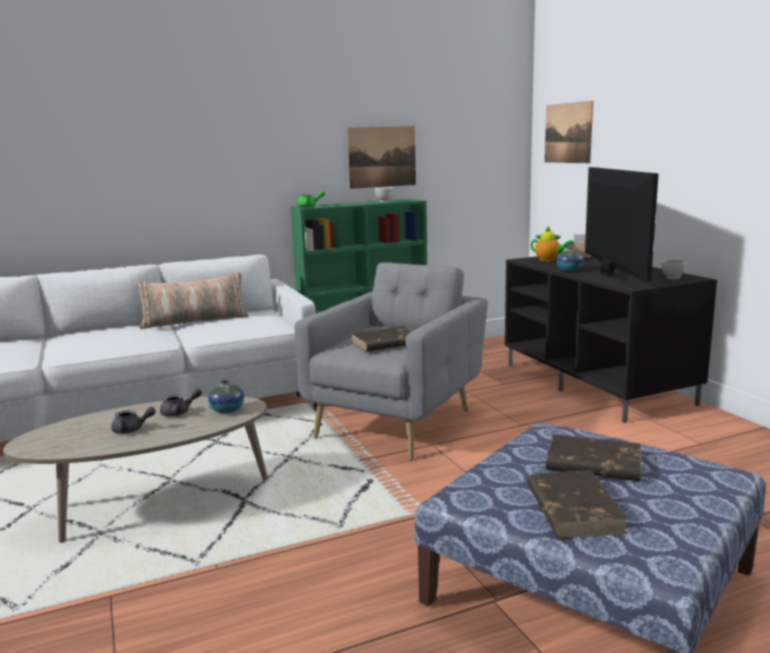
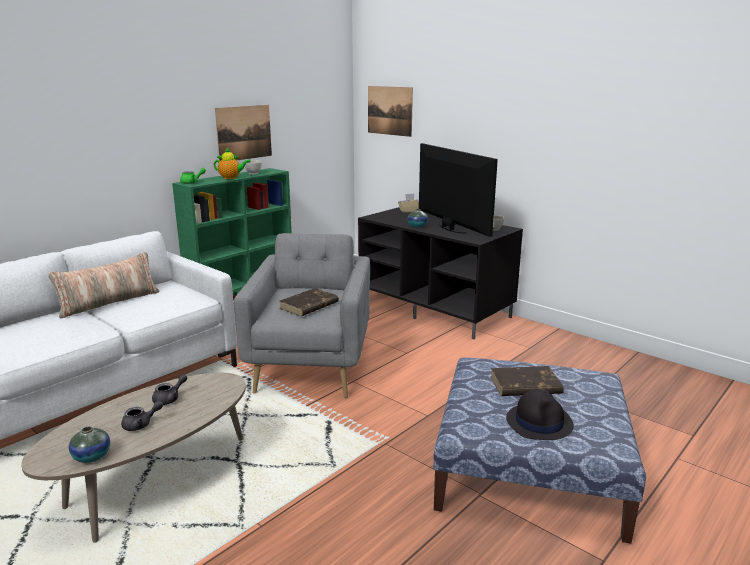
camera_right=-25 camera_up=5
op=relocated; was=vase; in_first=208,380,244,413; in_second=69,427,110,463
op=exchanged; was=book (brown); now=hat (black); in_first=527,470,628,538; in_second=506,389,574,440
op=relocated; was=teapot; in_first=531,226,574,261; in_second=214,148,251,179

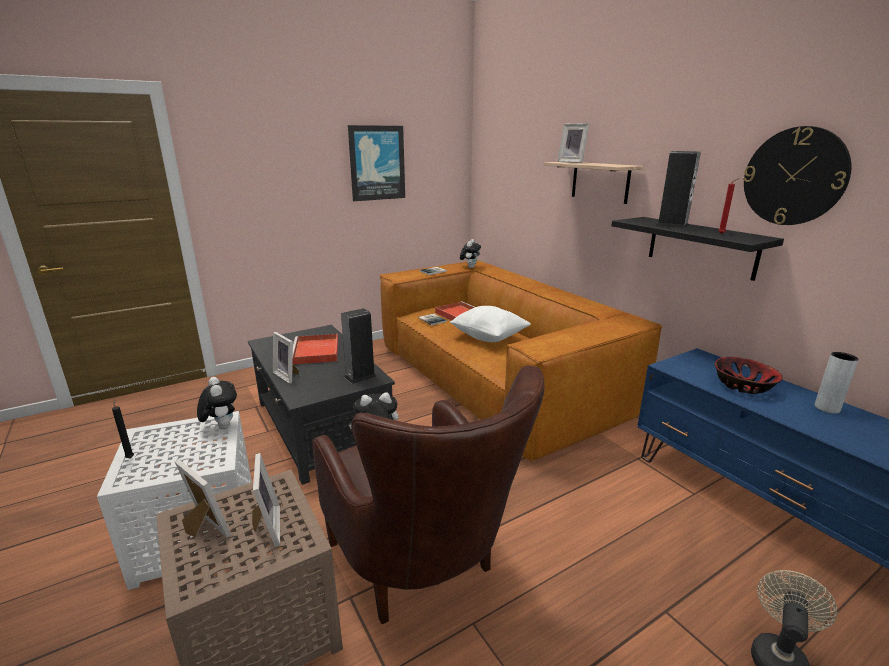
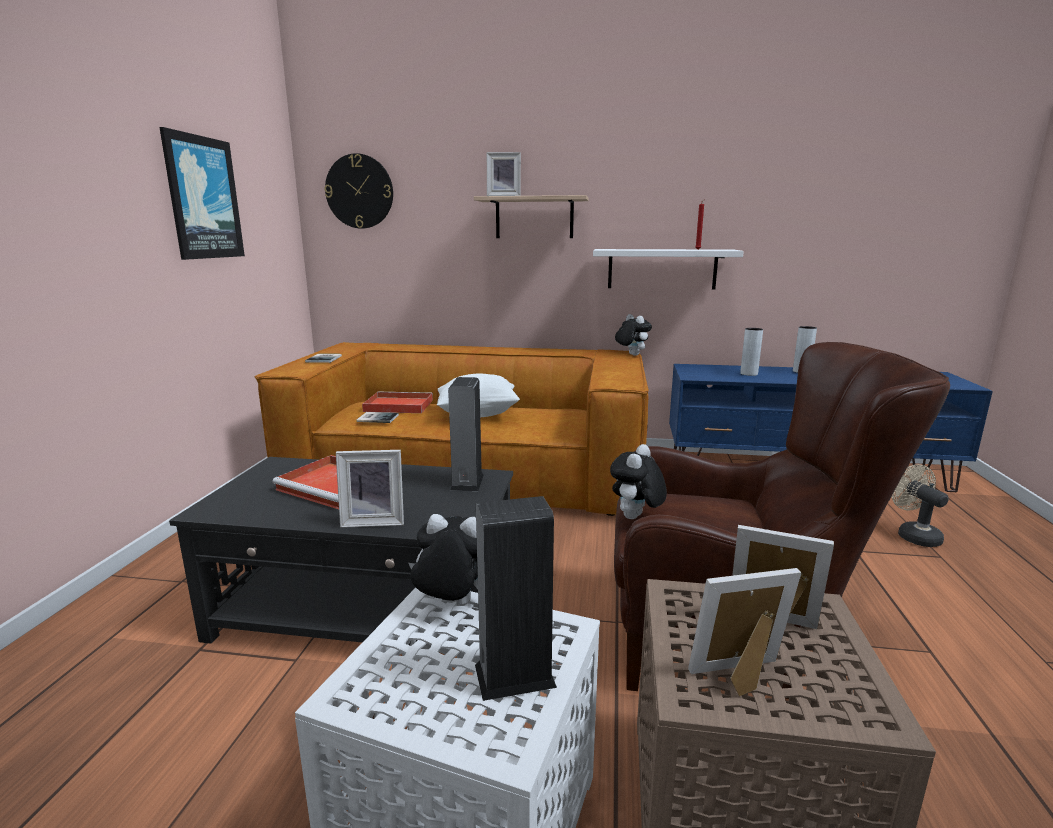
camera_right=-50 camera_up=-5
op=missing; was=candle (black); in_first=112,399,134,458
op=relocated; was=plush toy; in_first=460,239,481,268; in_second=615,314,652,356
op=colour; was=shelf (black); now=shelf (white); in_first=612,217,784,281; in_second=593,249,744,290
op=relocated; was=speaker; in_first=656,151,701,228; in_second=475,496,557,701
op=exchanged; was=bowl; now=vase (grey); in_first=715,357,783,394; in_second=740,328,763,376
op=relocated; was=wall clock; in_first=743,126,852,225; in_second=324,153,393,229

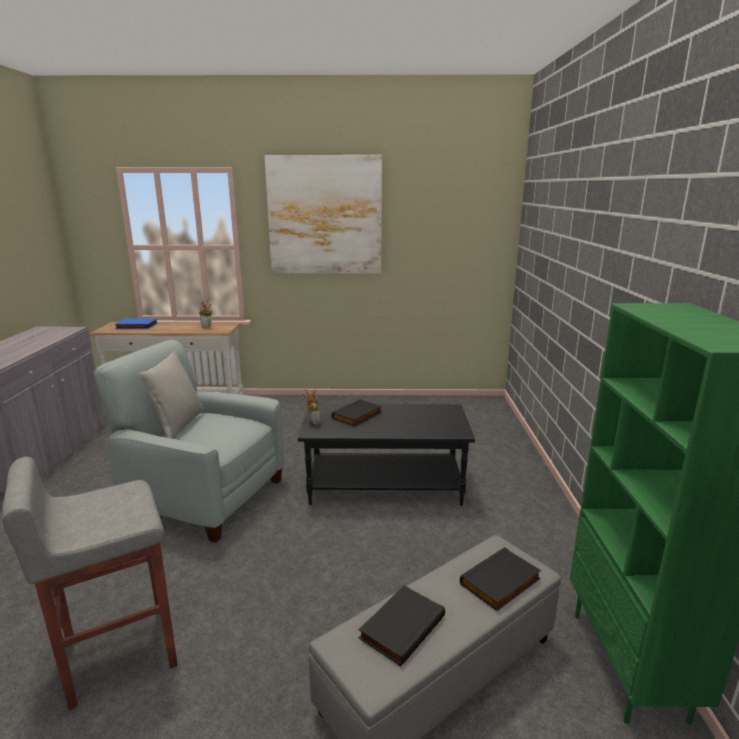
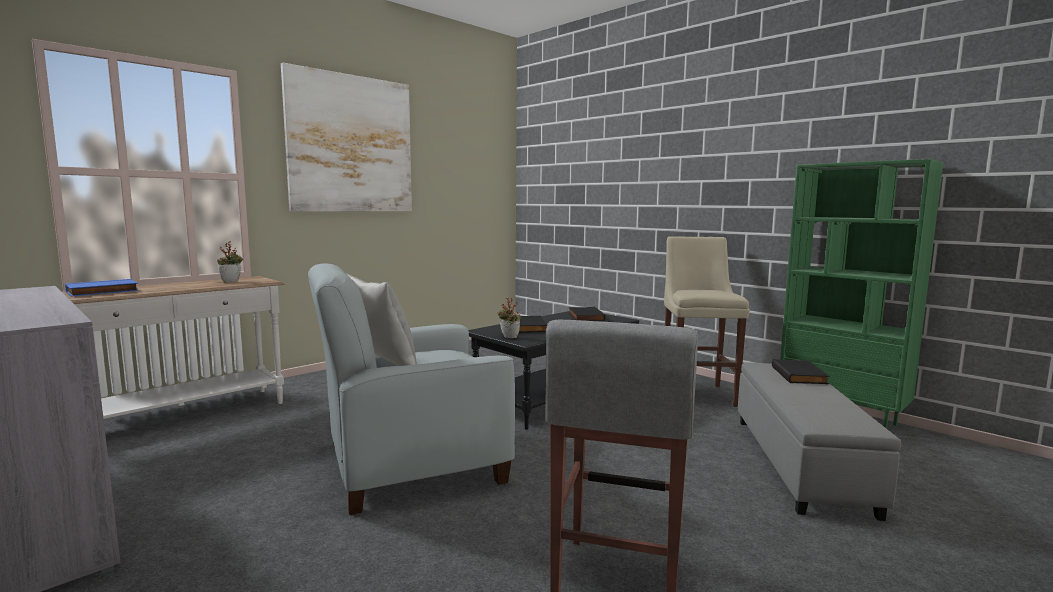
camera_right=-45 camera_up=-10
op=relocated; was=book (black); in_first=359,585,445,667; in_second=569,307,605,321
op=appeared; now=stool (beige); in_second=664,236,750,407

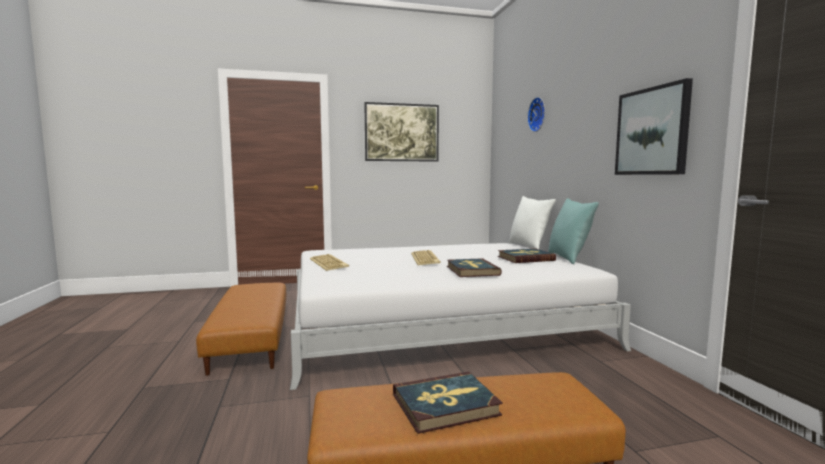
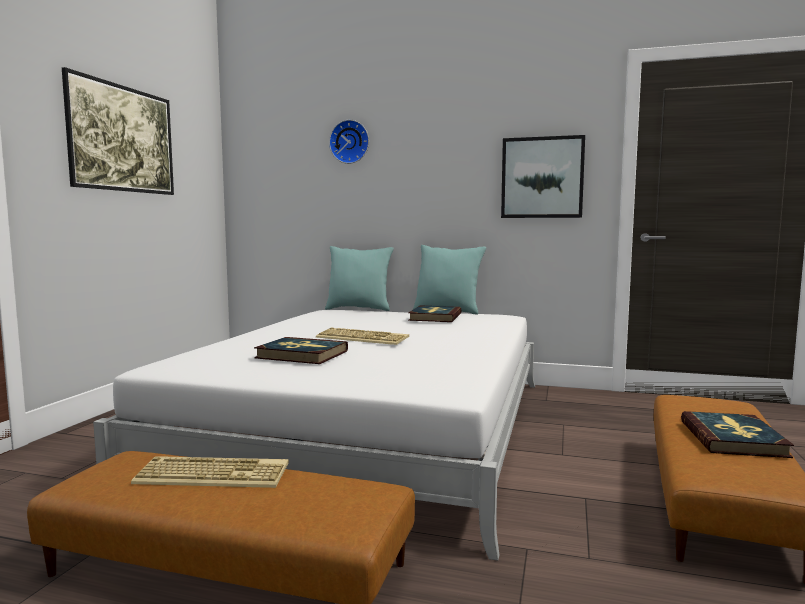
camera_right=-60 camera_up=0
op=relocated; was=keyboard; in_first=310,254,349,271; in_second=131,456,289,488
op=relocated; was=book; in_first=447,258,502,277; in_second=254,337,348,364
op=colour; was=pillow (white); now=pillow (turquoise); in_first=509,196,556,249; in_second=325,246,394,311

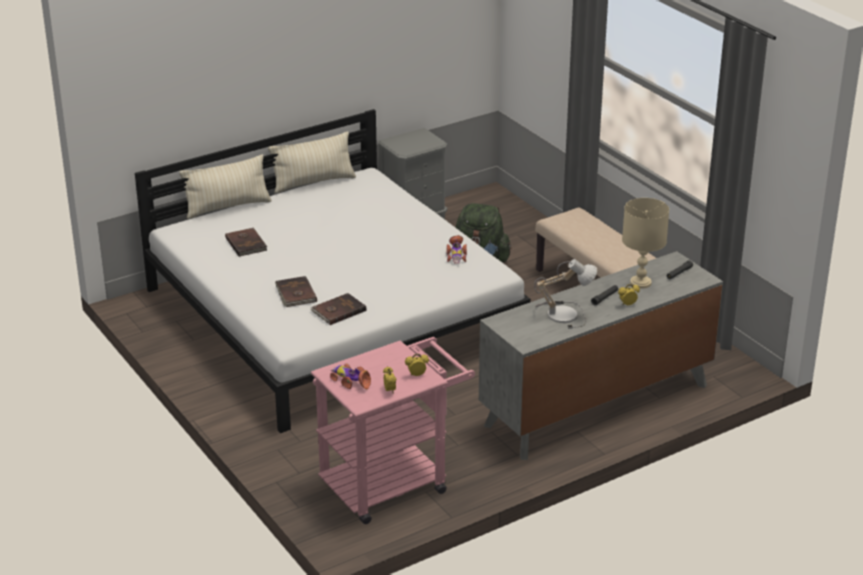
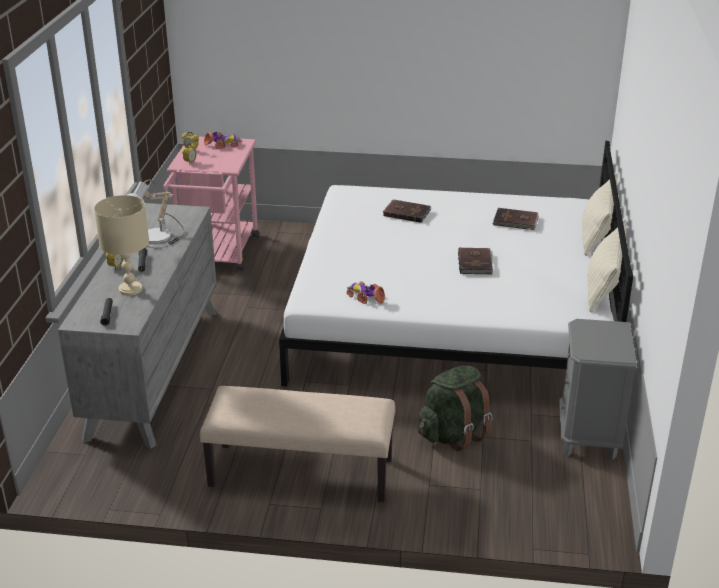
camera_right=130 camera_up=0
op=relocated; was=book (brown); in_first=311,293,366,325; in_second=458,247,493,274

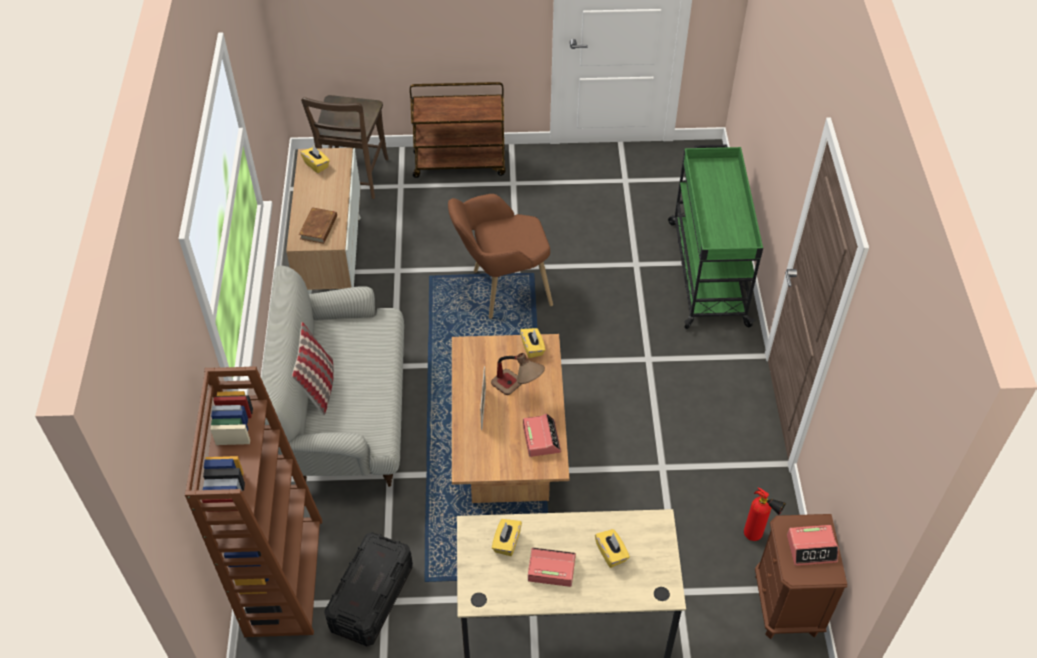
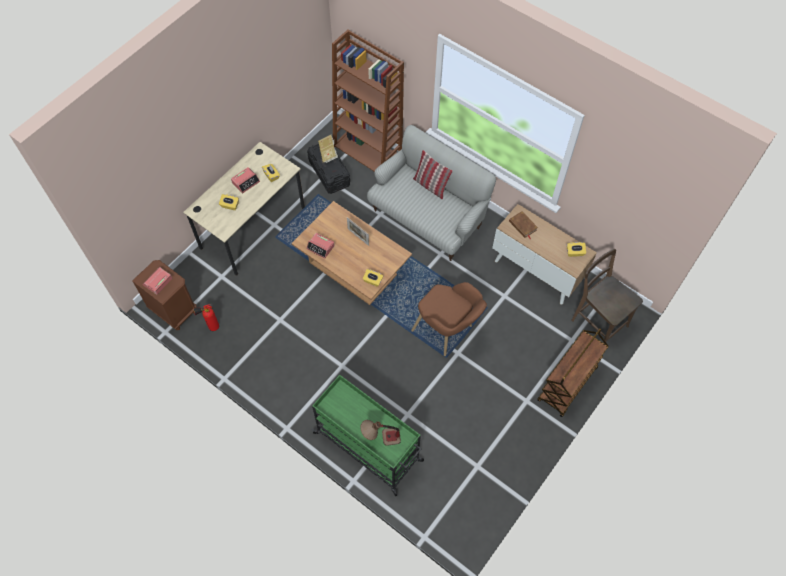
camera_right=130 camera_up=10
op=spun; was=armchair (brown); in_first=448,194,553,319; in_second=411,282,487,356; clockwise=105
op=relocated; was=table lamp; in_first=491,353,545,395; in_second=360,420,401,446
op=appeared; now=book; in_second=318,135,338,163

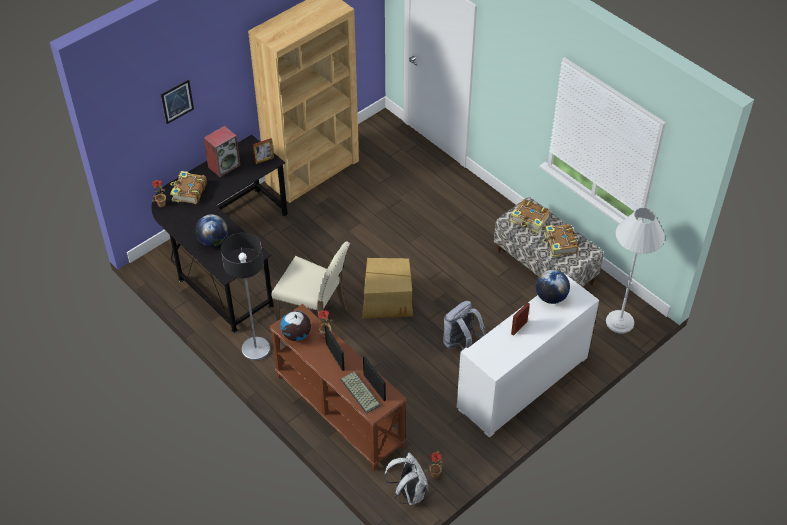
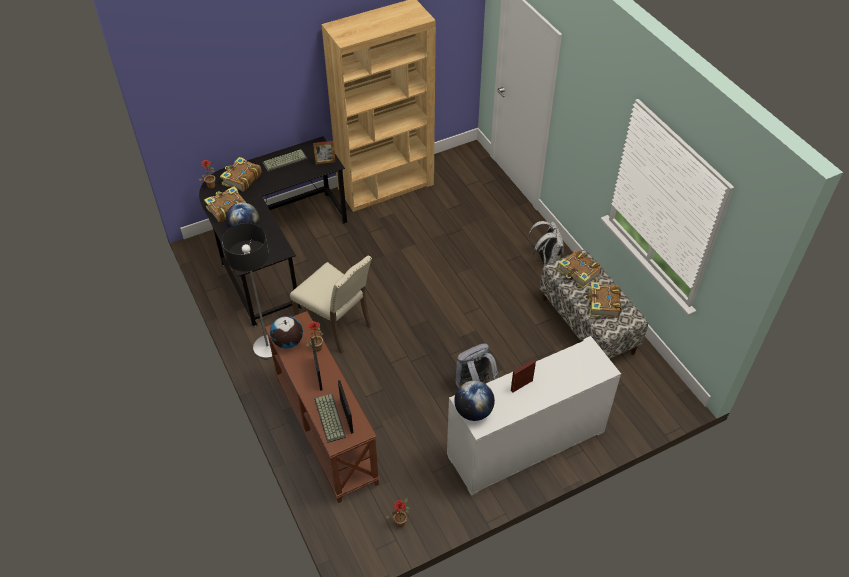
camera_right=15 camera_up=0
op=missing; was=picture; in_first=161,79,194,124
op=exchanged; was=speaker; now=keyboard; in_first=204,126,240,177; in_second=263,149,307,172
op=missing; was=cardboard box; in_first=362,258,413,318
op=relocated; was=backpack (white); in_first=384,452,429,505; in_second=528,221,564,266
op=relocated; was=globe; in_first=536,270,570,304; in_second=454,380,495,421
op=missing; was=floor lamp (white); in_first=606,208,665,333
op=appeared; now=book; in_second=204,186,246,222

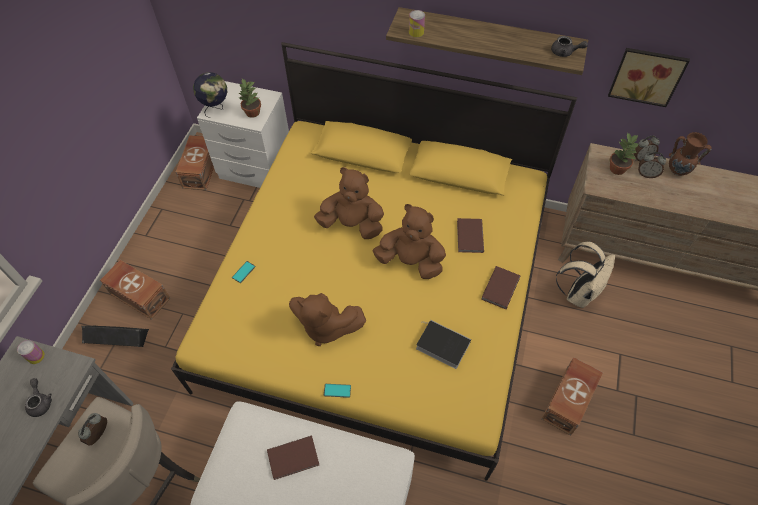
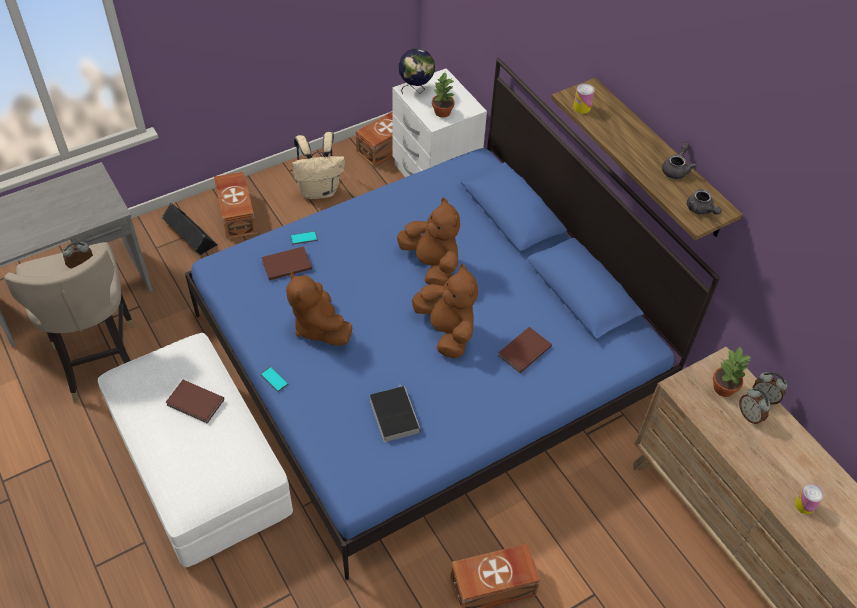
camera_right=40 camera_up=-5
op=relocated; was=can; in_first=17,340,45,364; in_second=795,484,824,514
op=relocated; was=teapot (grey); in_first=25,378,52,417; in_second=662,142,697,179
op=colour; was=bed (yellow); now=bed (blue); in_first=171,42,577,481; in_second=185,58,720,580
op=relocated; was=book (brown); in_first=481,266,521,309; in_second=261,246,312,281
op=relocated; was=backpack (beige); in_first=556,242,615,308; in_second=292,132,345,199
op=missing; was=picture; in_first=608,48,690,107
op=missing; was=vase (brown); in_first=669,132,712,176

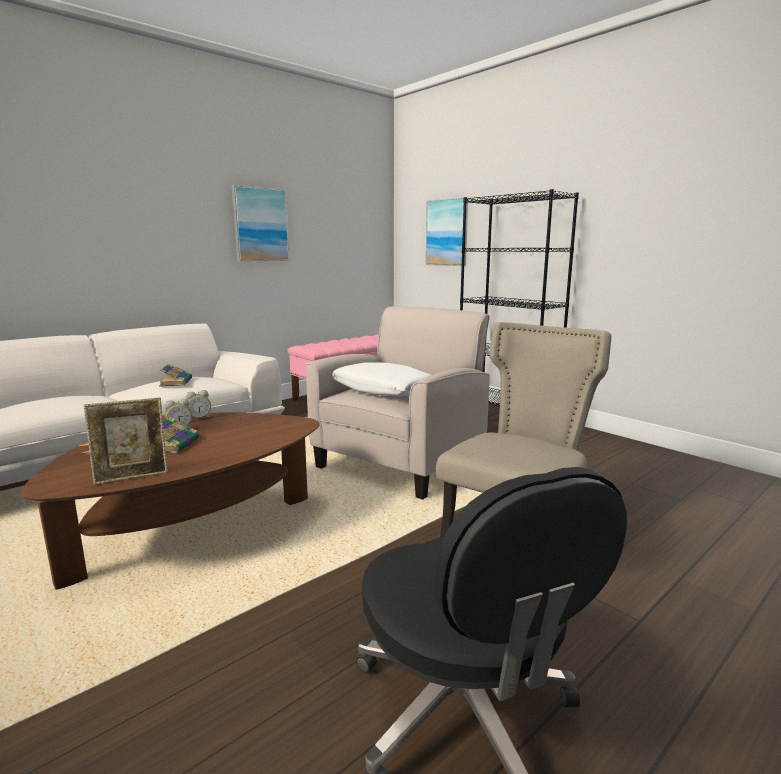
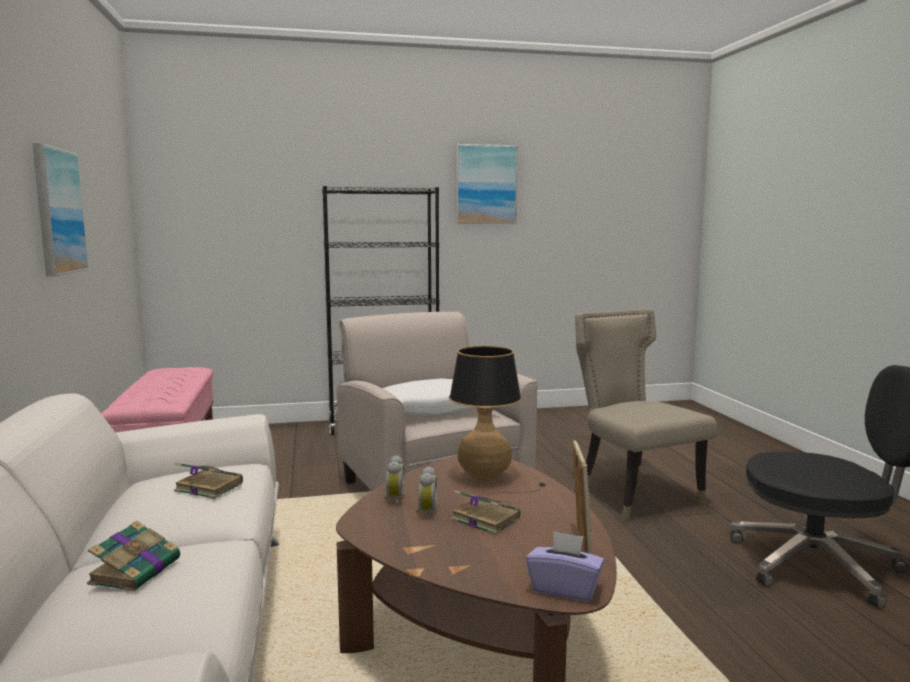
camera_right=-60 camera_up=-5
op=relocated; was=picture; in_first=426,197,468,266; in_second=456,144,518,224
op=appeared; now=book; in_second=87,521,180,592
op=appeared; now=table lamp; in_second=449,346,546,504
op=appeared; now=tissue box (purple); in_second=526,531,604,602

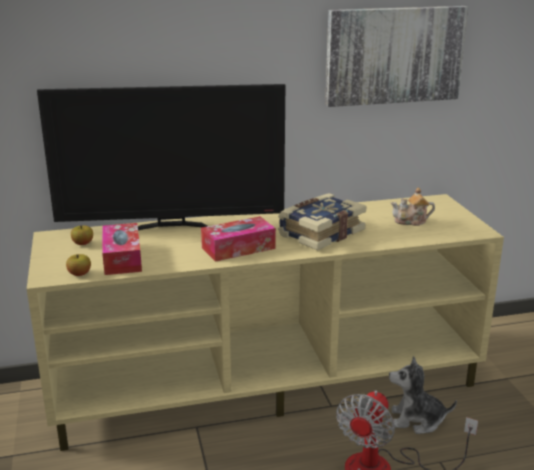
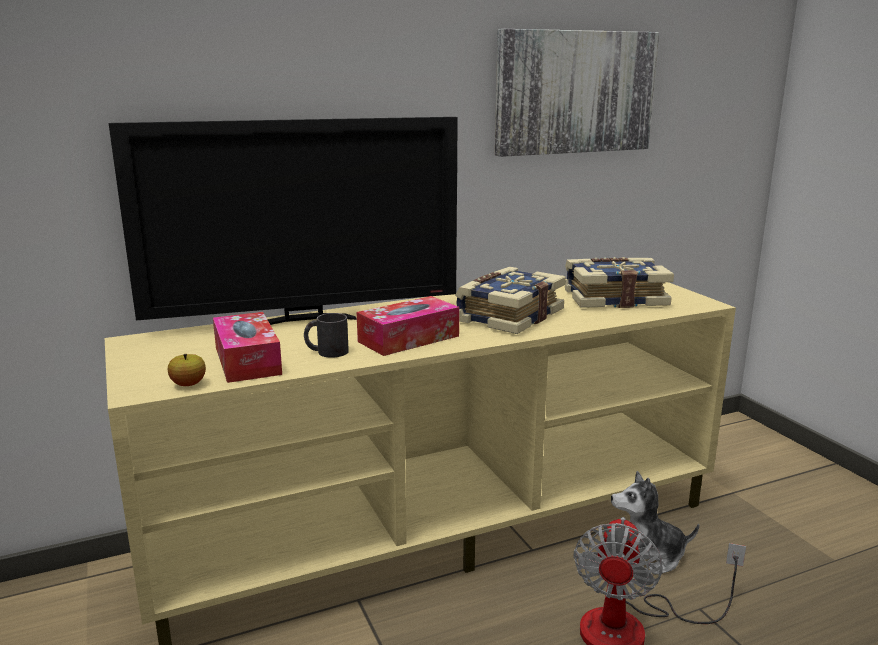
camera_right=-10 camera_up=-5
op=missing; was=apple; in_first=71,225,93,245
op=exchanged; was=teapot; now=book; in_first=391,187,435,226; in_second=565,257,674,308
op=appeared; now=mug (black); in_second=304,313,349,358

